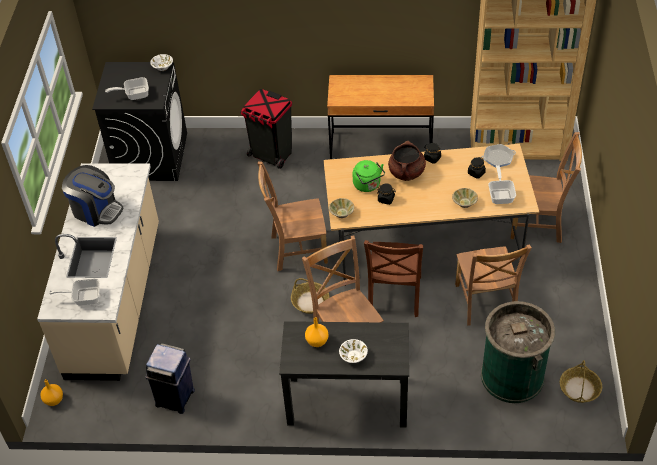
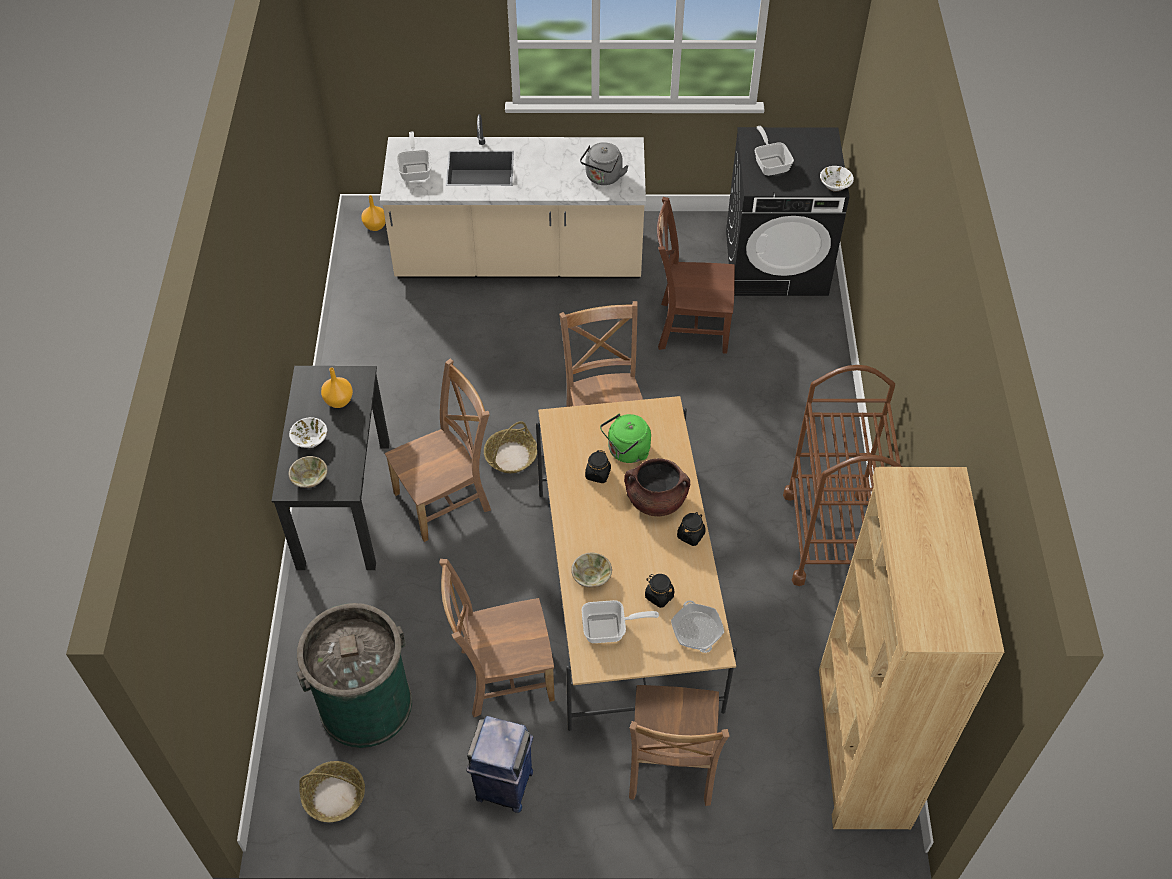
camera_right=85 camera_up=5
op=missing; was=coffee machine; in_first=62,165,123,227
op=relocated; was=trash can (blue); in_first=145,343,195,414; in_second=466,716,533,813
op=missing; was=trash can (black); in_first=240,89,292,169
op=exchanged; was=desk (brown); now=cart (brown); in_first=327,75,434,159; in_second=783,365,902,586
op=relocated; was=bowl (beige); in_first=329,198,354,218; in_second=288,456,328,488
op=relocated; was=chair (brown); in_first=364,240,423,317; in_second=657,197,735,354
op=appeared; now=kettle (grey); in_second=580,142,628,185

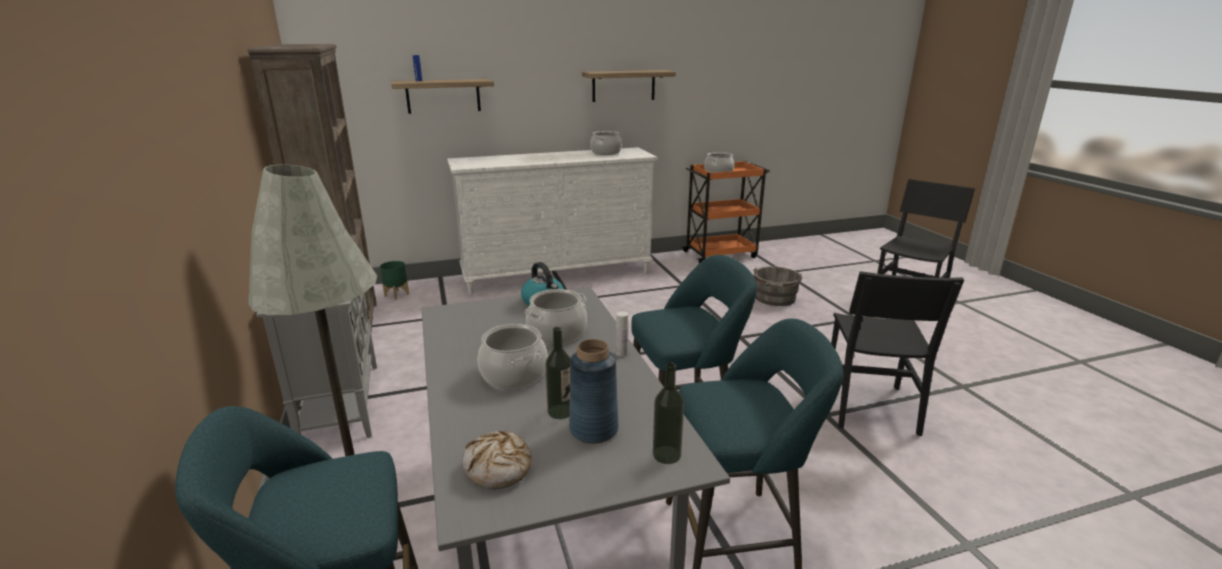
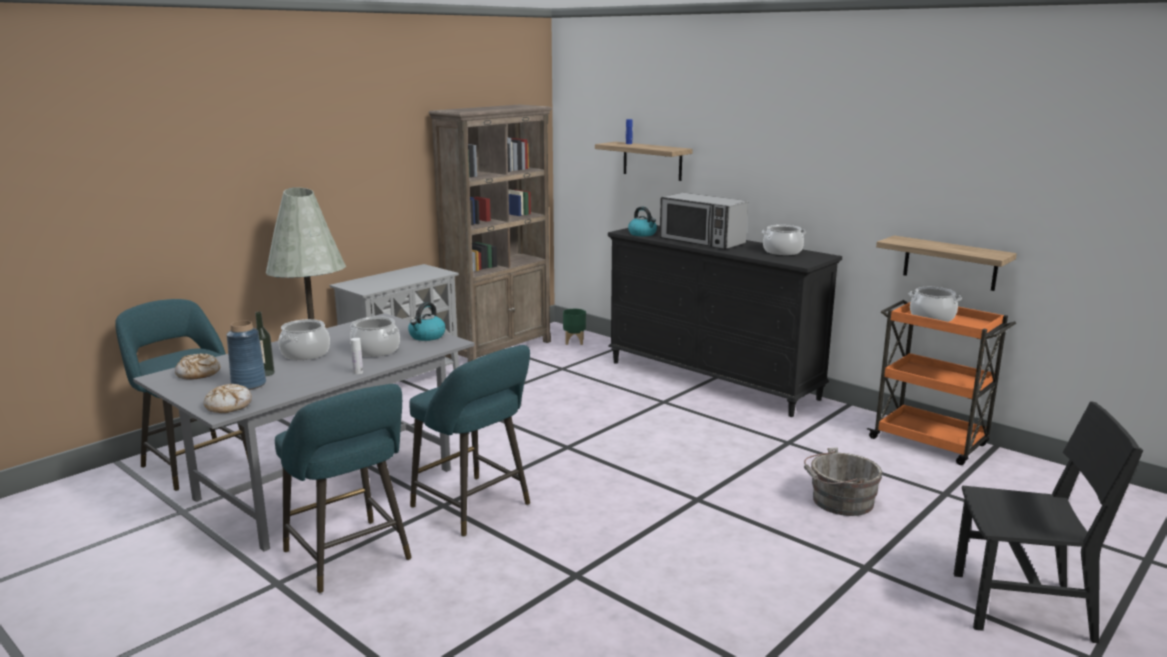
camera_right=60 camera_up=-5
op=colour; was=dresser (white); now=dresser (black); in_first=447,147,657,294; in_second=608,225,842,417
op=relocated; was=shelf; in_first=582,70,676,102; in_second=876,235,1017,291
op=exchanged; was=bottle; now=bread; in_first=653,362,684,464; in_second=204,384,252,413
op=missing; was=chair (black); in_first=831,271,964,436
op=appeared; now=kettle; in_second=628,206,657,236
op=appeared; now=microwave; in_second=660,193,748,249

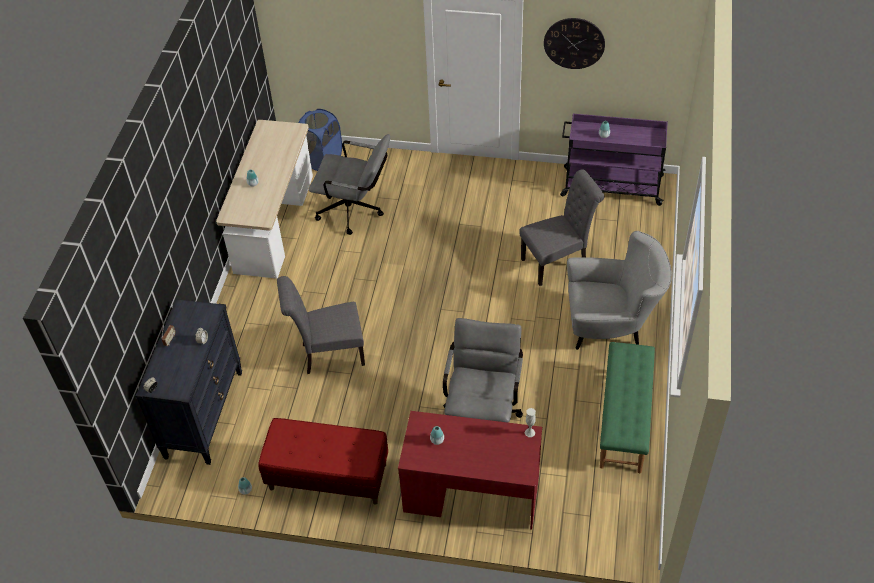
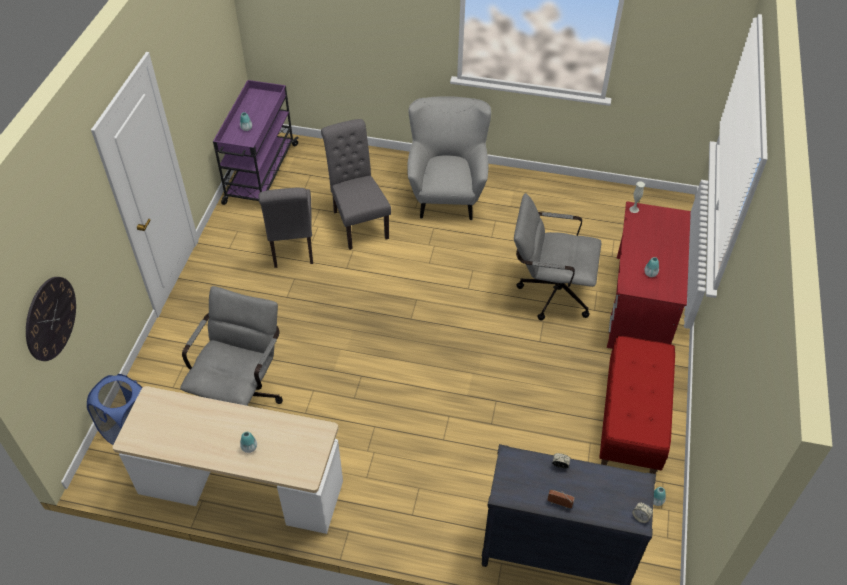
camera_right=-90 camera_up=0
op=relocated; was=chair (grey); in_first=277,276,365,374; in_second=258,188,313,268
op=relocated; was=wall clock; in_first=544,18,605,69; in_second=26,277,76,361
op=missing; was=bench (green); in_first=600,342,655,473

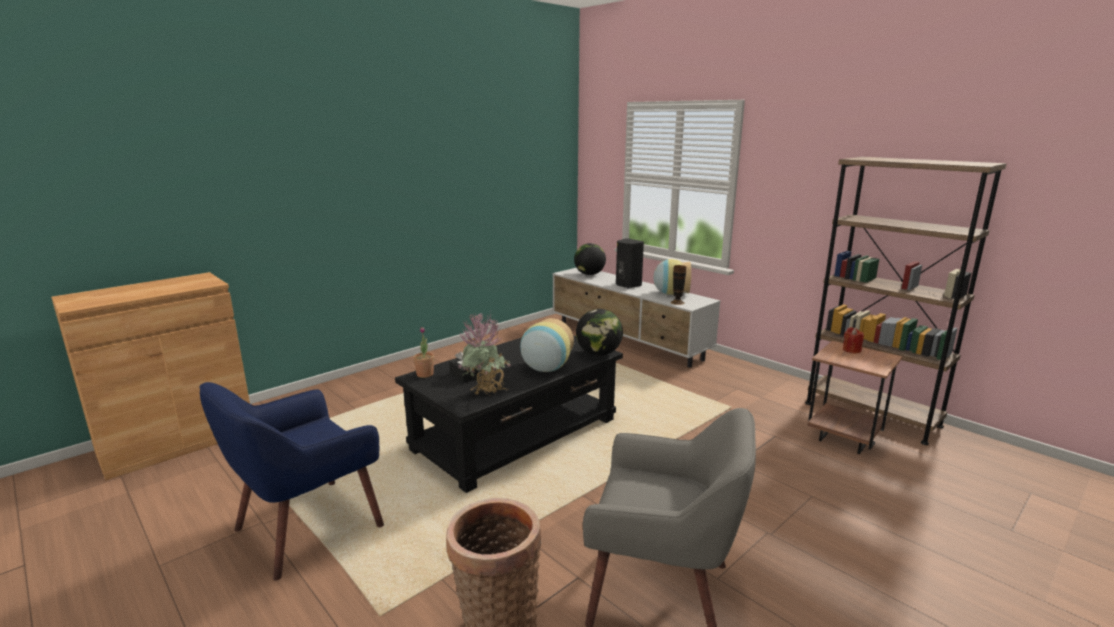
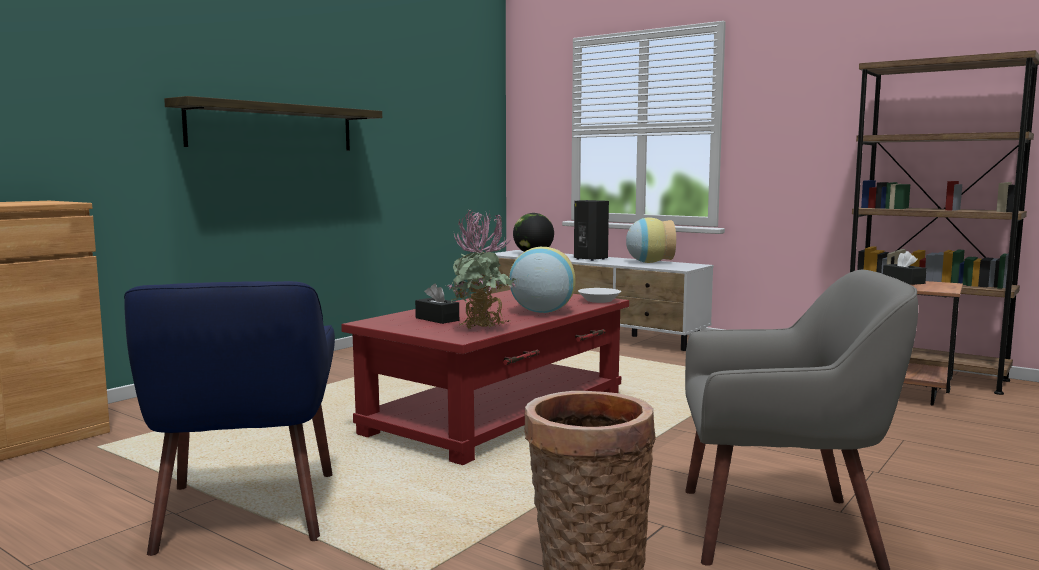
camera_right=-10 camera_up=-10
op=spun; was=armchair (blue); in_first=199,382,384,581; in_second=124,281,335,556; clockwise=-45
op=colour; was=coffee table (black); now=coffee table (red); in_first=395,335,623,493; in_second=341,290,629,465
op=missing; was=potted plant; in_first=414,327,434,378
op=exchanged; was=globe; now=bowl (white); in_first=576,309,623,356; in_second=578,288,621,303
op=missing; was=vase; in_first=671,265,686,305
op=exchanged; was=candle (red); now=tissue box (black); in_first=843,327,864,353; in_second=883,251,927,285
op=appeared; now=shelf; in_second=164,96,382,151

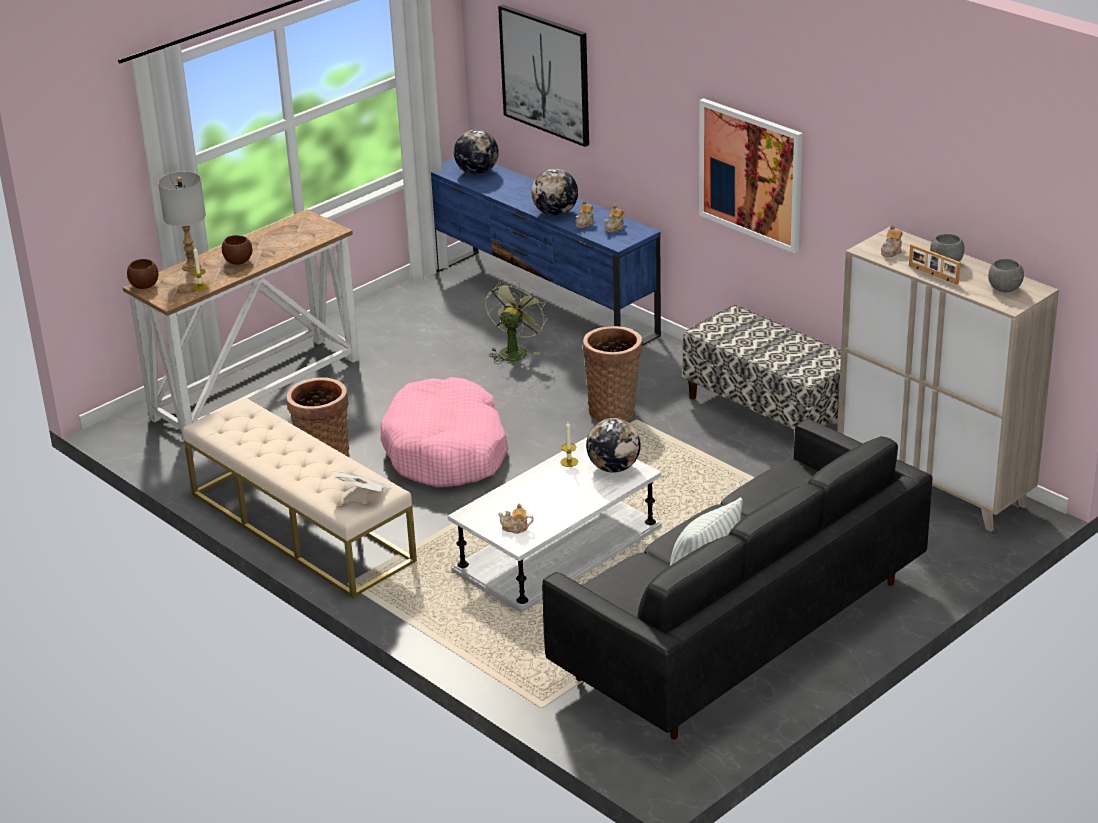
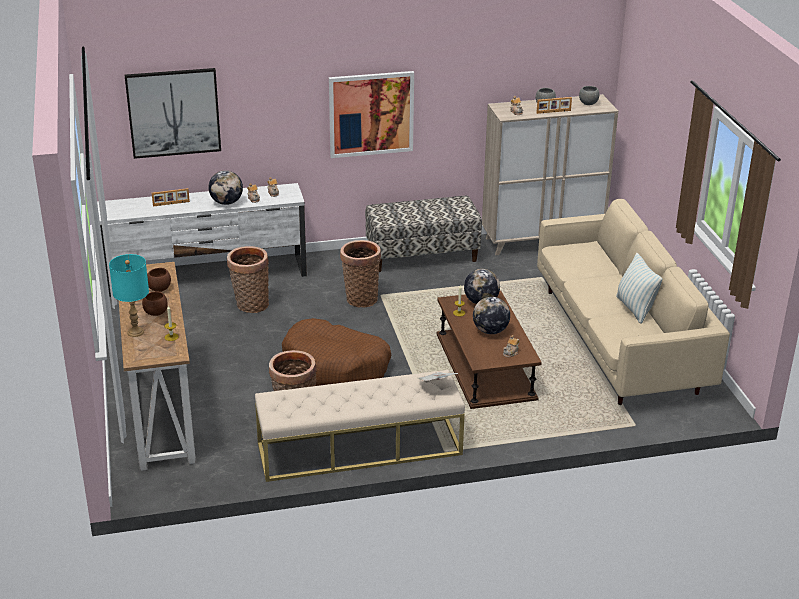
camera_right=-60 camera_up=0
op=relocated; was=bowl (brown); in_first=127,259,158,289; in_second=147,268,171,292
op=colour; was=table lamp (grey); now=table lamp (turquoise); in_first=158,171,206,272; in_second=109,254,149,337
op=colour; was=dog bed (pink); now=dog bed (brown); in_first=381,377,509,487; in_second=282,318,391,386
op=colour; was=tv stand (blue); now=tv stand (white); in_first=431,158,661,346; in_second=97,183,307,297
op=colour; was=coffee table (white); now=coffee table (brown); in_first=448,437,662,613; in_second=436,290,542,409
op=relocated; was=globe; in_first=454,130,499,175; in_second=473,297,510,334
op=exchanged; was=fan (green); now=basket; in_first=485,280,548,364; in_second=227,246,269,313
op=colour; was=sofa (black); now=sofa (beige); in_first=542,419,933,740; in_second=537,199,730,405
op=appeared; now=picture frame; in_second=152,188,190,207

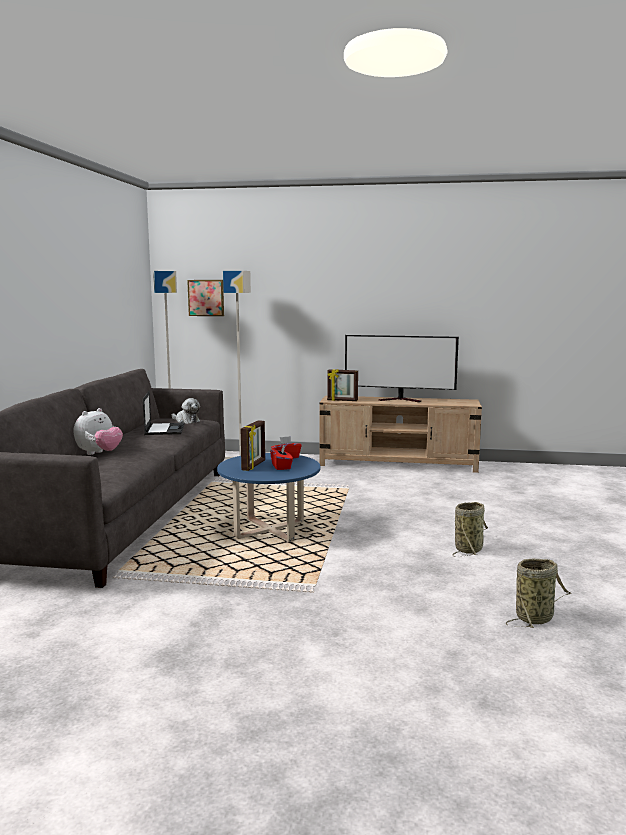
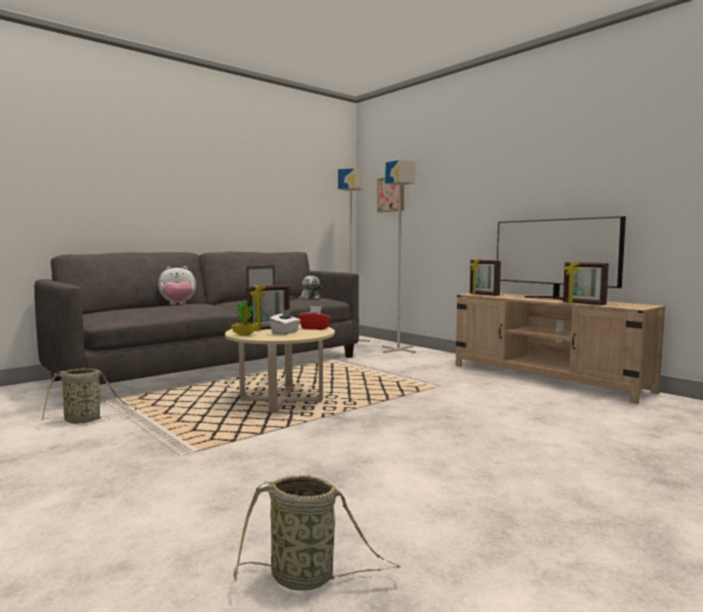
camera_right=40 camera_up=-5
op=colour; was=coffee table (blue); now=coffee table (beige); in_first=217,453,320,542; in_second=225,324,335,413
op=colour; was=tissue box (red); now=tissue box (white); in_first=270,444,293,470; in_second=269,309,301,335
op=relocated; was=basket; in_first=452,502,488,557; in_second=42,368,137,424
op=appeared; now=potted plant; in_second=231,300,259,336
op=appeared; now=picture frame; in_second=563,261,609,305

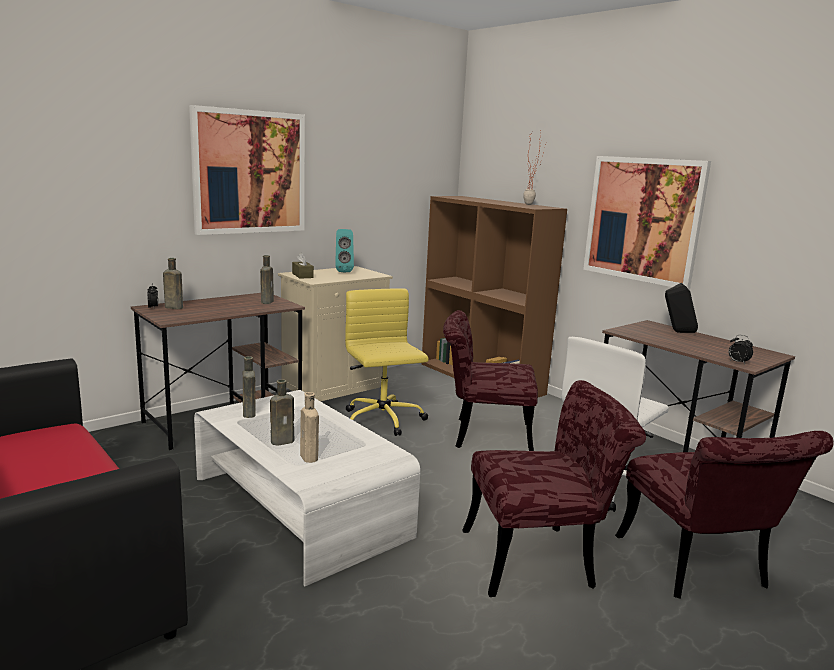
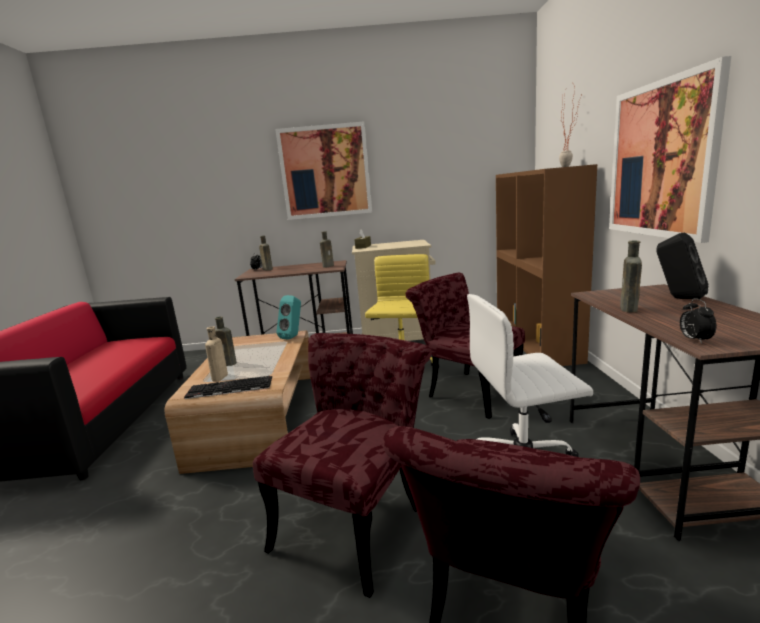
camera_right=40 camera_up=0
op=colour; was=coffee table (white); now=coffee table (brown); in_first=194,390,420,586; in_second=165,330,311,474
op=relocated; was=bottle (brown); in_first=243,356,256,418; in_second=620,241,642,312
op=relocated; was=speaker (turquoise); in_first=335,229,354,272; in_second=277,295,301,340
op=spun; was=chair (red); in_first=462,380,646,597; in_second=253,333,432,598; clockwise=-90
op=appeared; now=keyboard; in_second=184,376,272,399

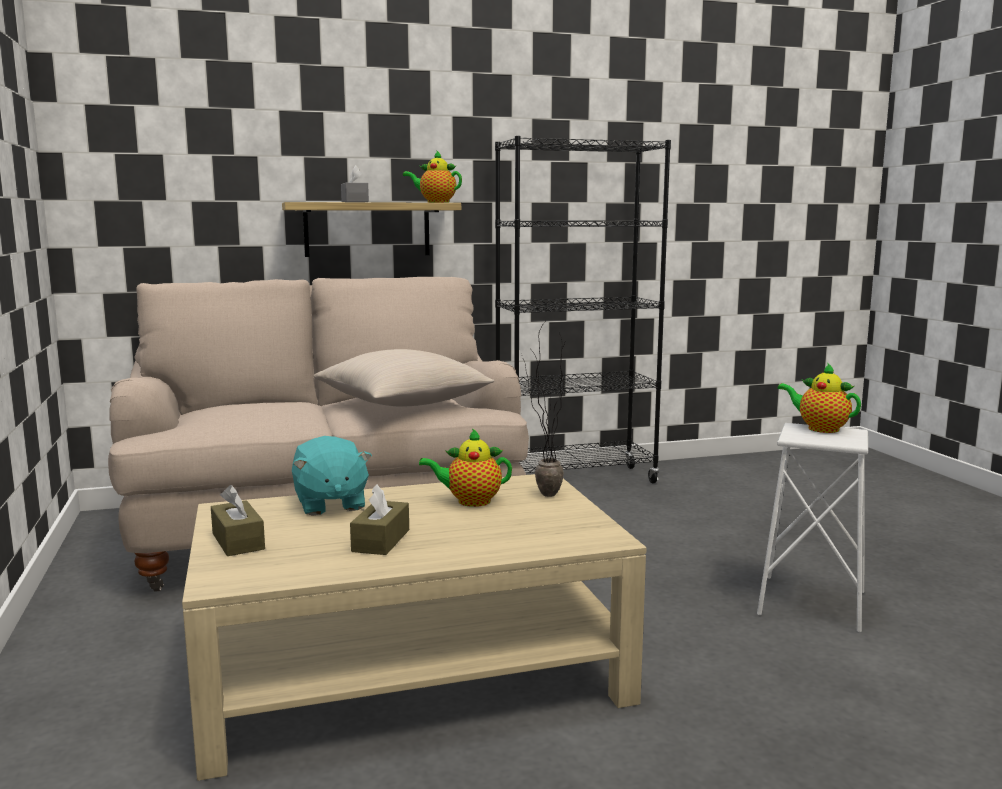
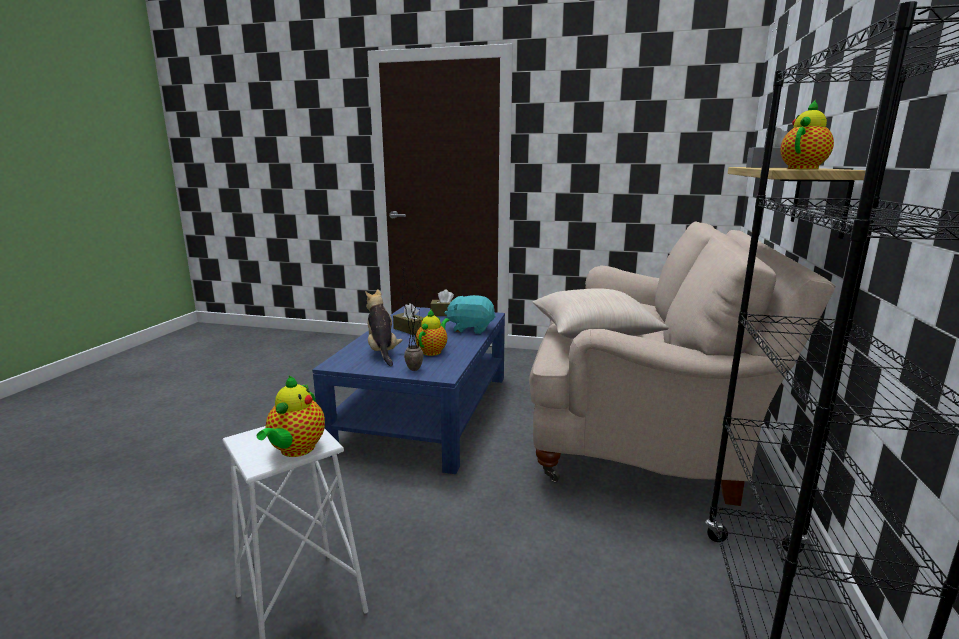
camera_right=120 camera_up=5
op=colour; was=coffee table (beige); now=coffee table (blue); in_first=182,474,646,781; in_second=312,306,505,474
op=spun; was=teapot; in_first=778,362,861,433; in_second=257,376,325,457; clockwise=120
op=appeared; now=plush toy; in_second=365,289,402,366

